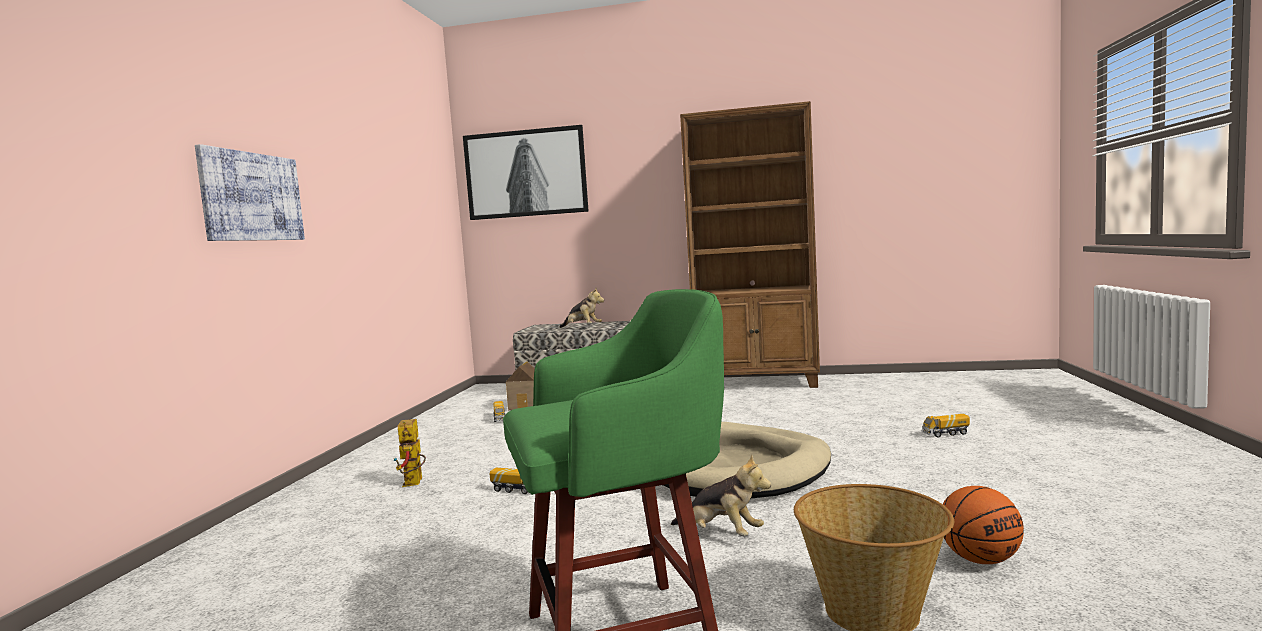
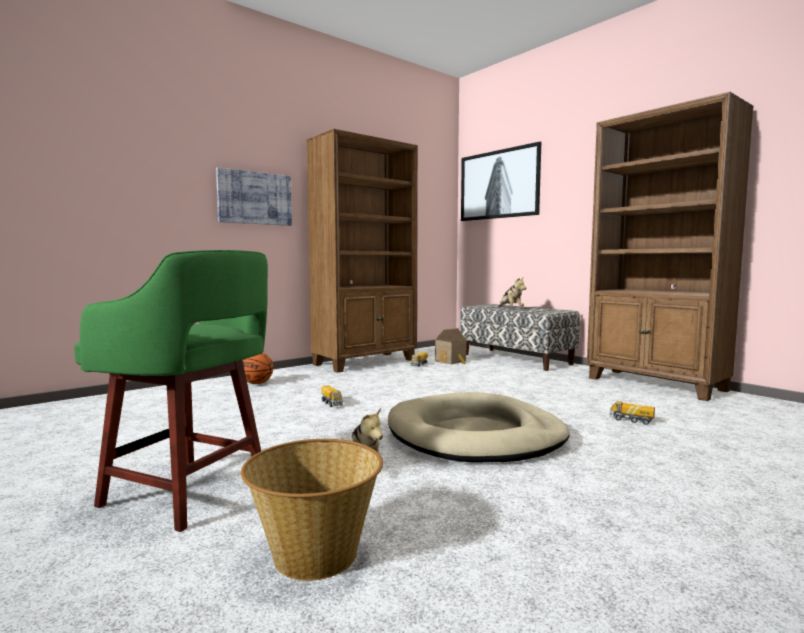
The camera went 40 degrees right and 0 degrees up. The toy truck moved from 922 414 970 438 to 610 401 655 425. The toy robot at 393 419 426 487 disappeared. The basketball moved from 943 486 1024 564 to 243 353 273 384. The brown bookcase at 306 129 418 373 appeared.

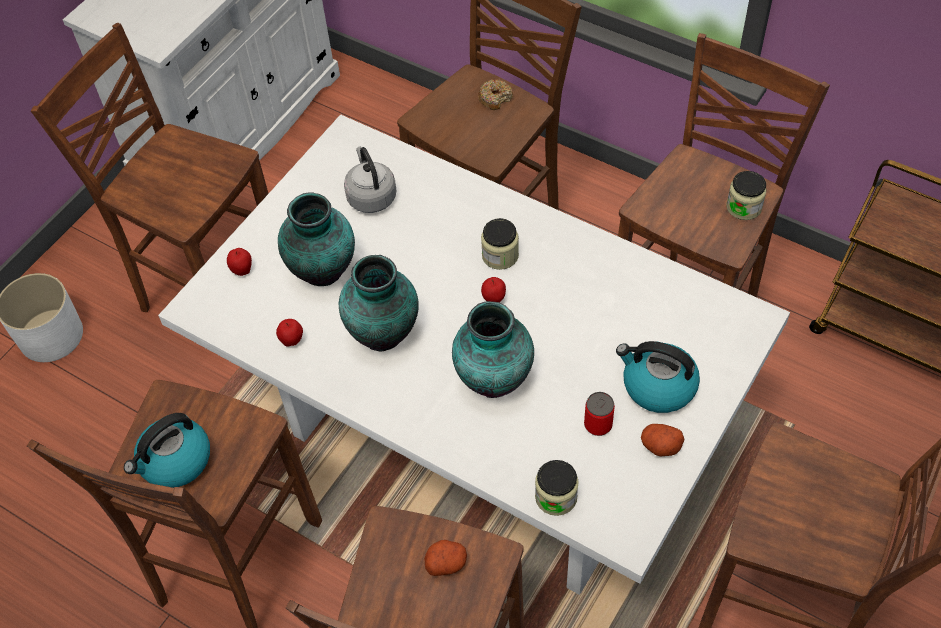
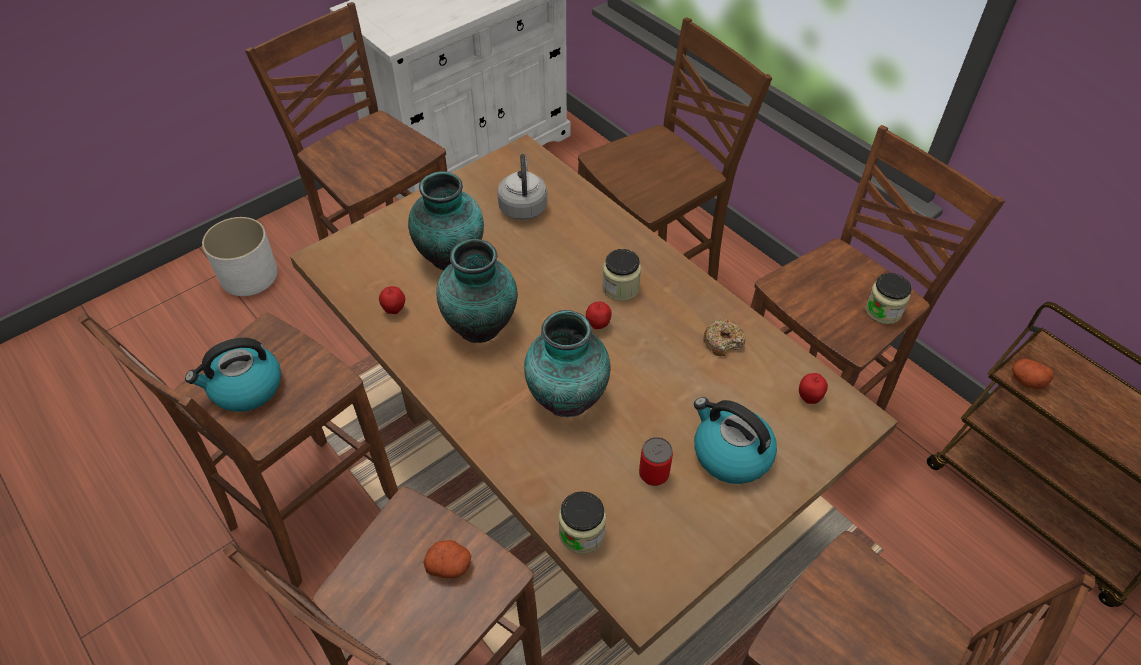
The camera went 15 degrees right and 5 degrees down. The donut moved from 478 80 513 110 to 703 319 745 356. The white dining table at 158 115 790 595 became the brown dining table at 290 134 898 655. The apple moved from 227 248 252 276 to 799 373 828 404. The potato moved from 641 424 685 456 to 1012 359 1054 389.

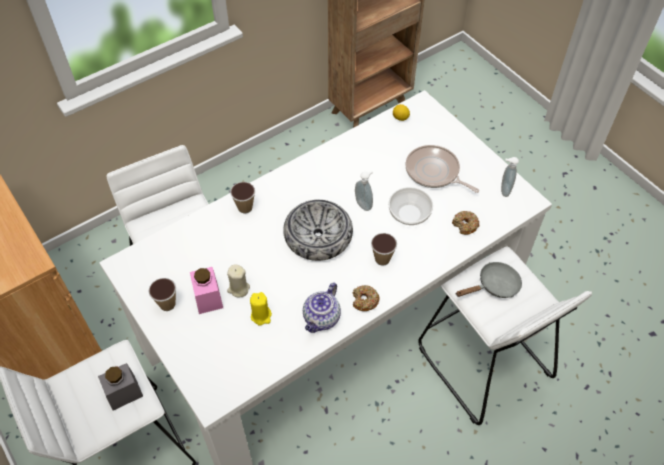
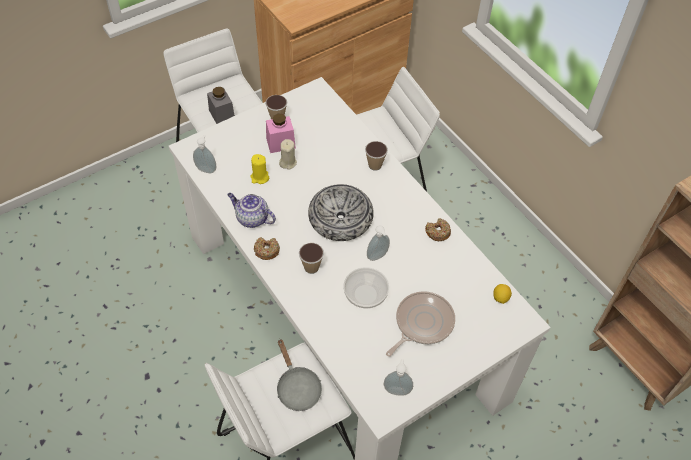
The camera went 90 degrees right and 0 degrees up. The donut moved from 452 211 479 235 to 425 218 451 241. The soap dispenser at 193 135 217 173 appeared.

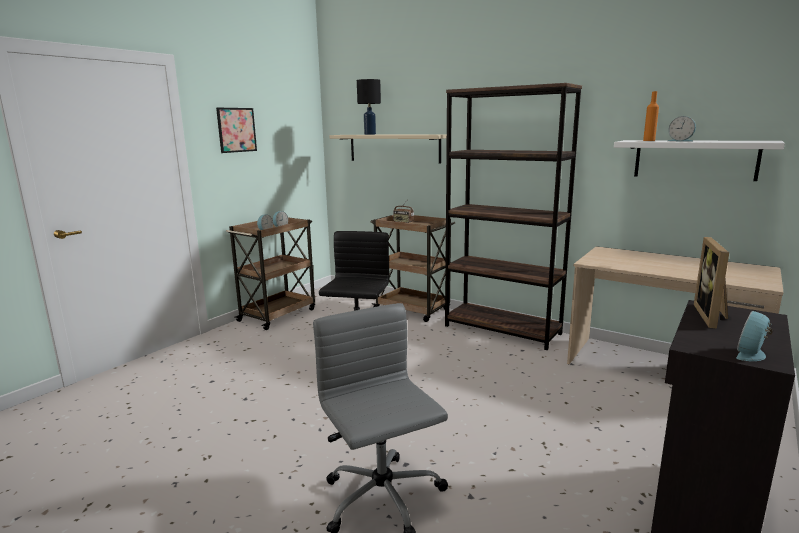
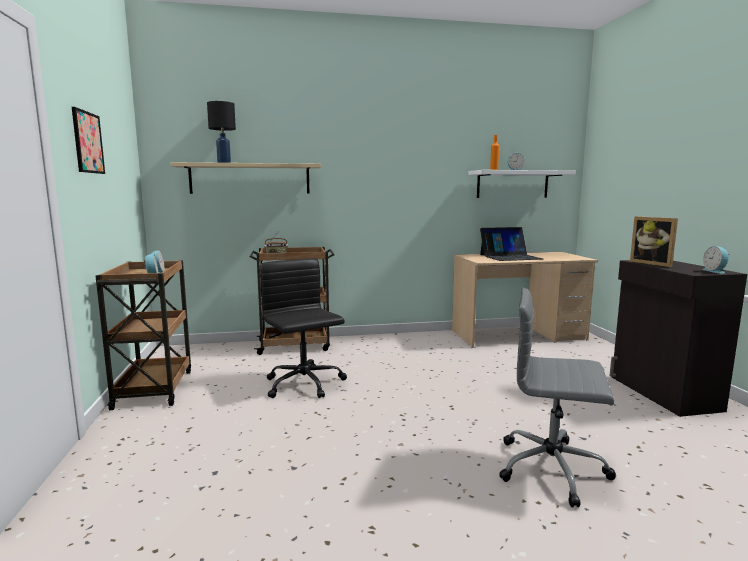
The camera went 45 degrees left and 5 degrees down. The brown bookcase at 445 83 582 350 disappeared. The laptop at 480 227 543 261 appeared.

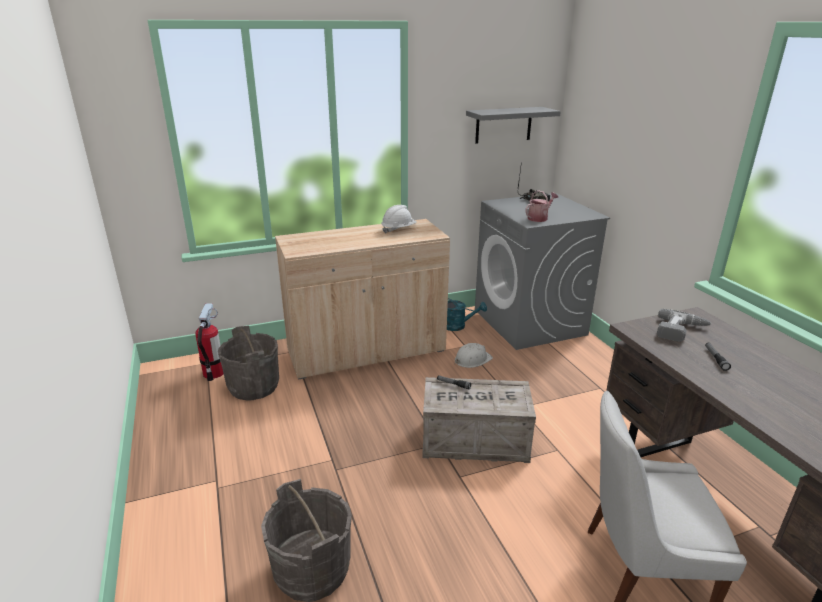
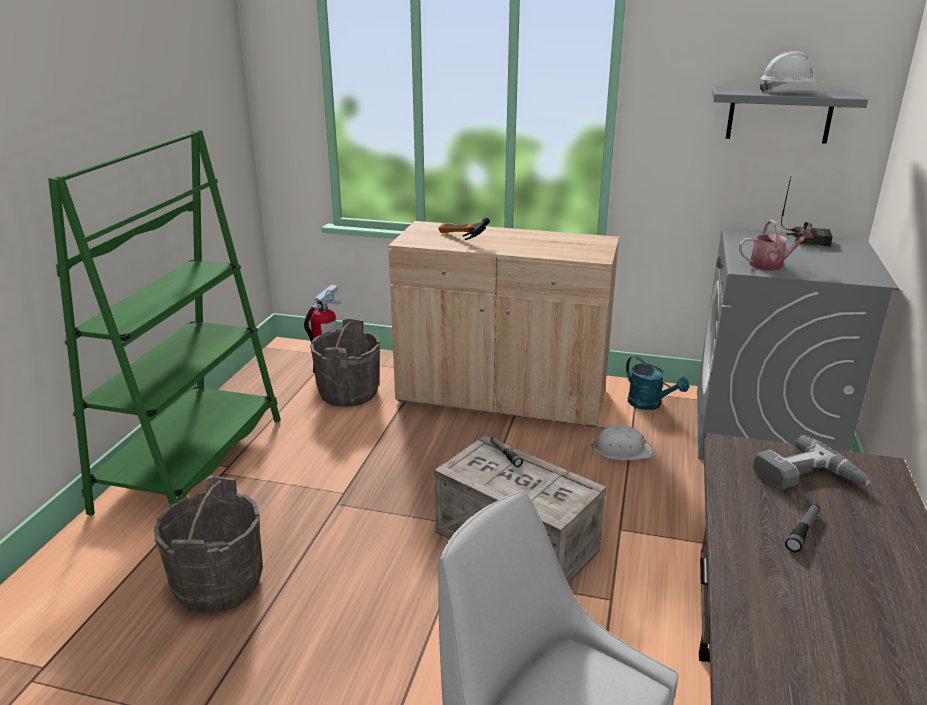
The camera went 35 degrees right and 0 degrees up. The white hard hat moved from 381 205 417 234 to 760 51 819 92. The green bookcase at 48 130 281 516 appeared. The hammer at 438 217 490 240 appeared.

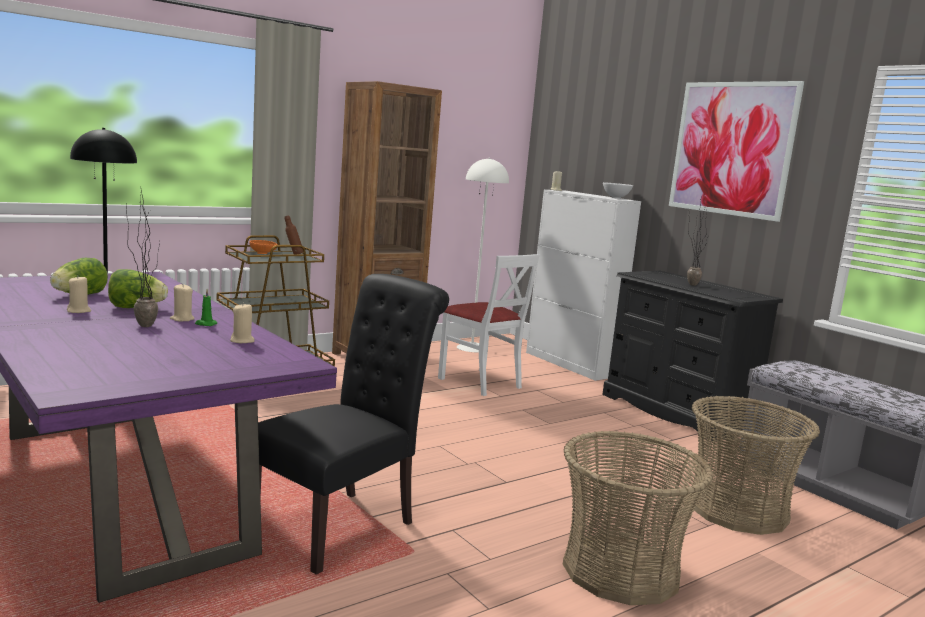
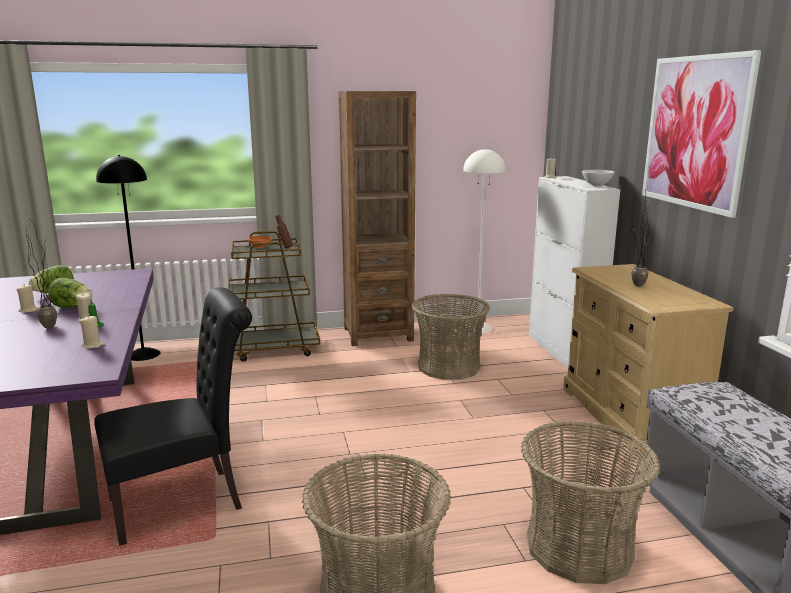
The camera went 25 degrees right and 5 degrees up. The white chair at 438 254 540 396 was replaced by the basket at 411 294 490 380. The black dresser at 602 271 783 441 became the beige dresser at 563 264 734 459.

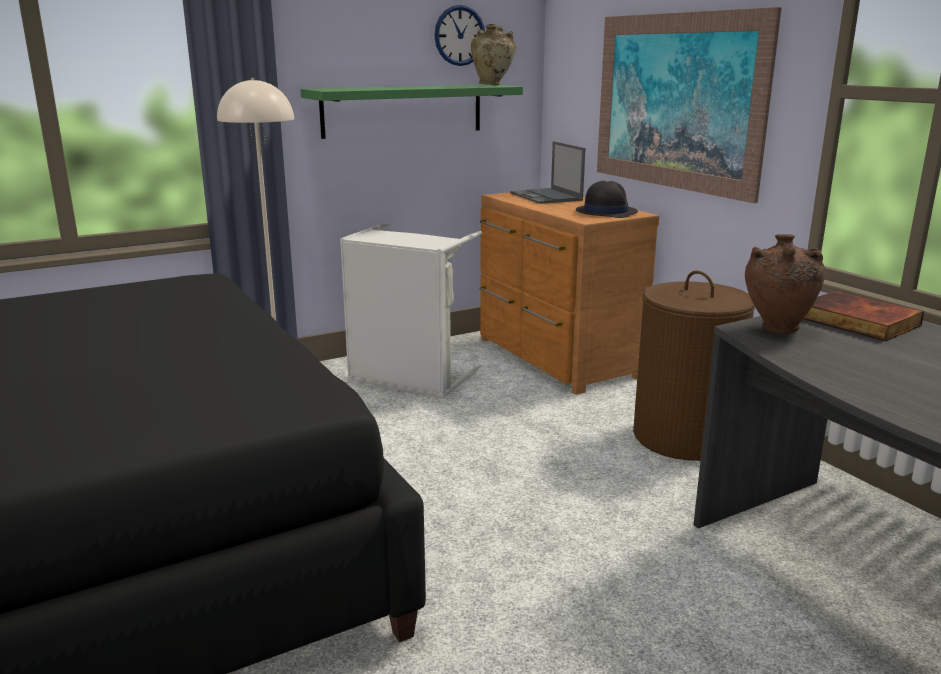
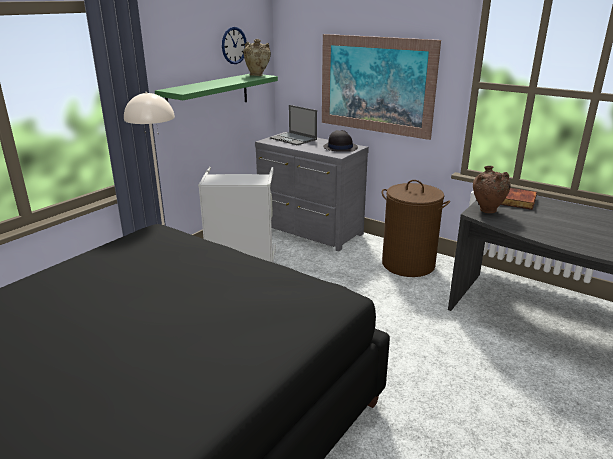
The camera went 25 degrees left and 5 degrees up. The brown dresser at 480 192 659 395 became the grey dresser at 255 132 369 251.

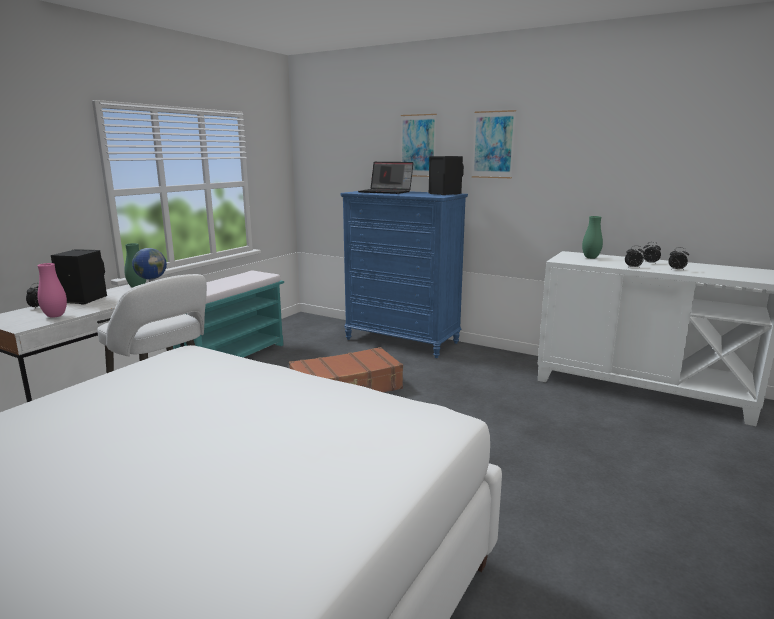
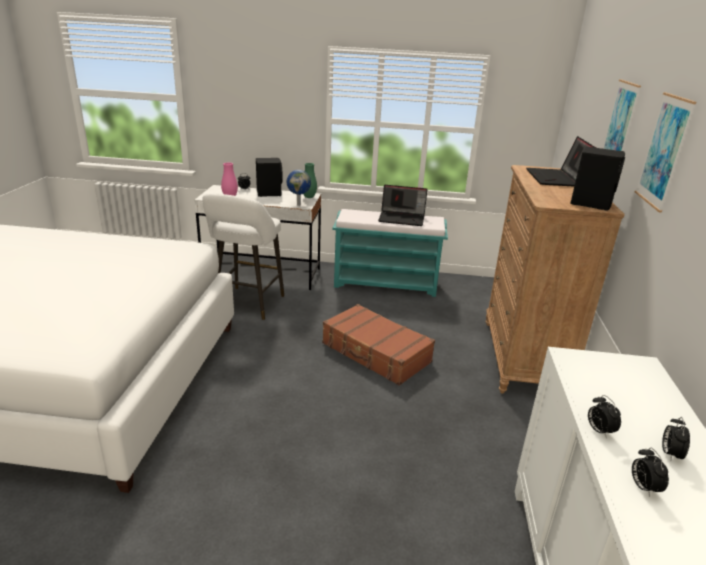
The camera went 65 degrees right and 10 degrees up. The blue dresser at 340 191 468 358 became the brown dresser at 485 165 625 393. The green vase at 582 216 603 259 disappeared. The laptop at 378 185 427 226 appeared.

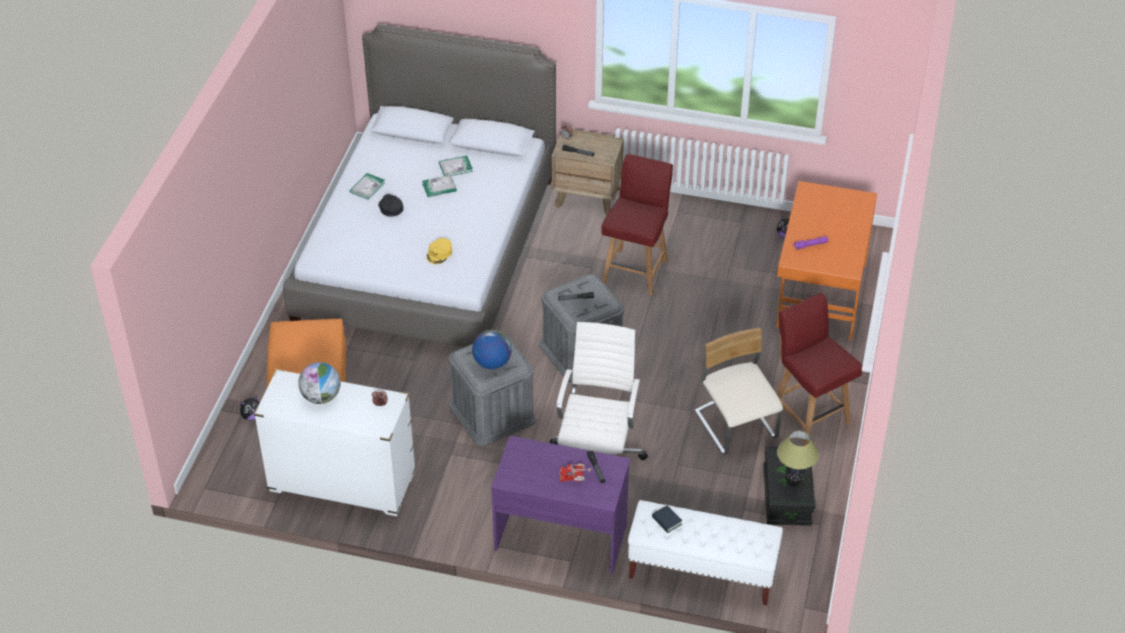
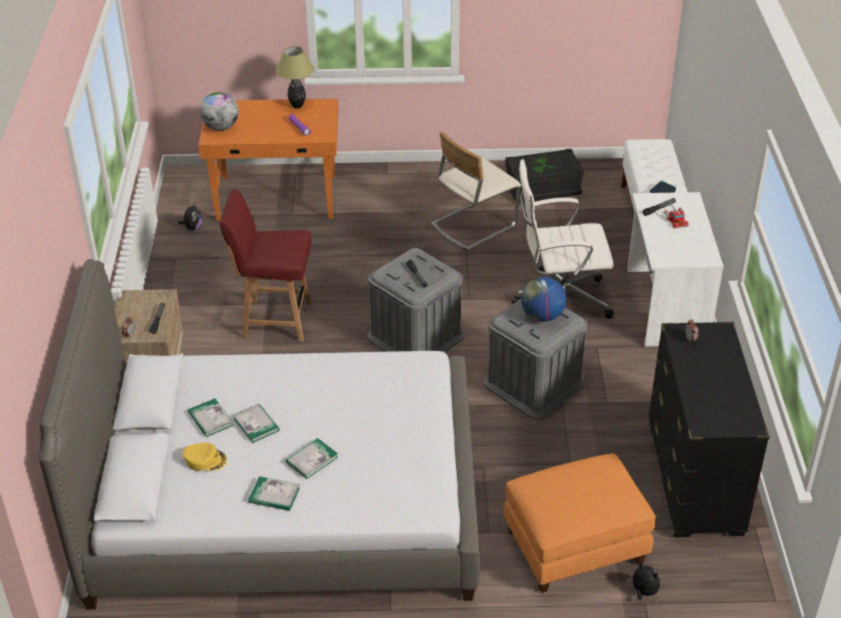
The camera went 105 degrees left and 5 degrees down. The black cap at 378 194 403 217 was replaced by the book at 286 438 338 479. The yellow cap moved from 426 238 452 264 to 182 443 227 471. The red chair at 777 293 862 445 disappeared. The globe moved from 298 362 340 404 to 200 92 239 131. The white dresser at 254 369 416 516 became the black dresser at 648 322 770 537. The table lamp moved from 777 431 819 487 to 275 46 314 109. The purple desk at 491 436 630 574 became the white desk at 627 192 724 347.

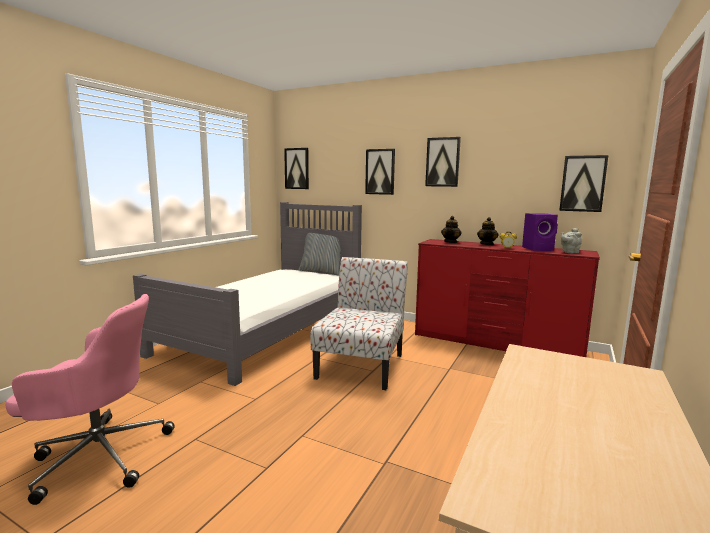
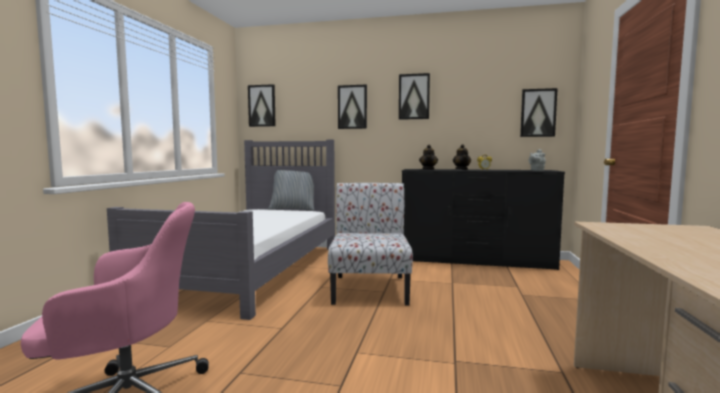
The camera went 15 degrees left and 5 degrees down. The purple speaker at 522 213 558 251 disappeared. The red dresser at 415 239 600 357 became the black dresser at 402 169 565 270.

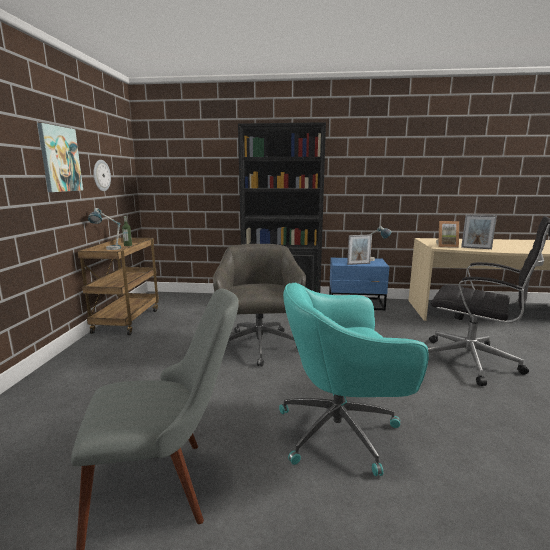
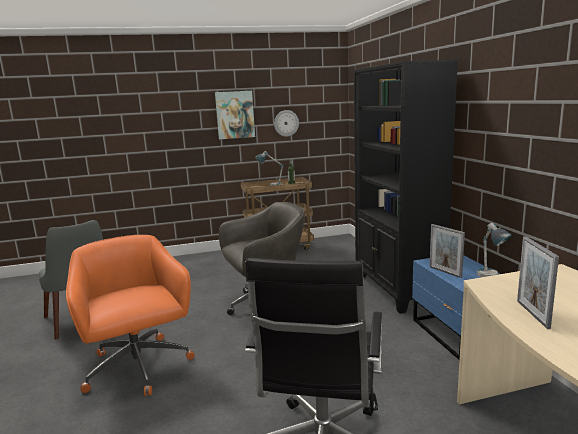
The camera went 70 degrees right and 0 degrees up. The picture frame at 436 221 459 248 disappeared. The turquoise office chair at 279 283 429 476 became the orange office chair at 66 235 195 396.

